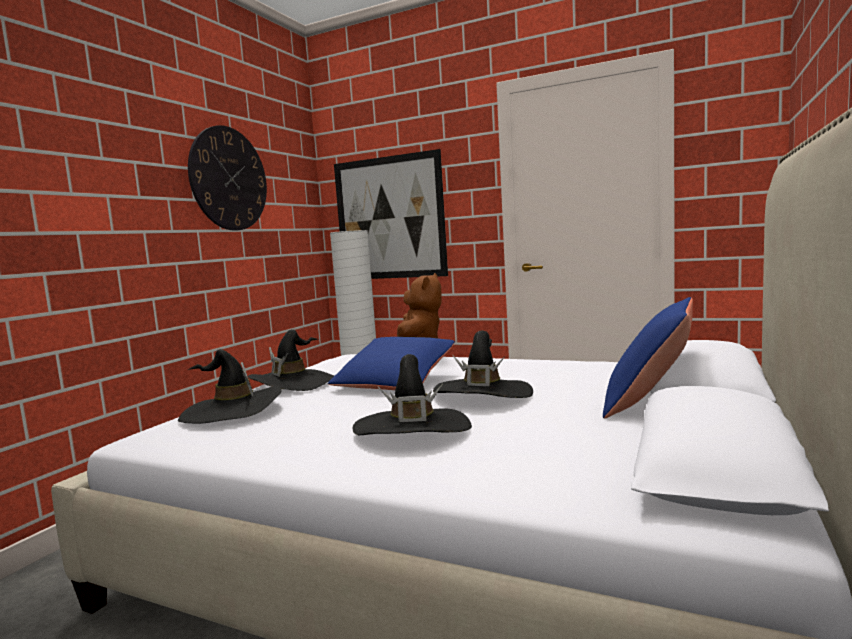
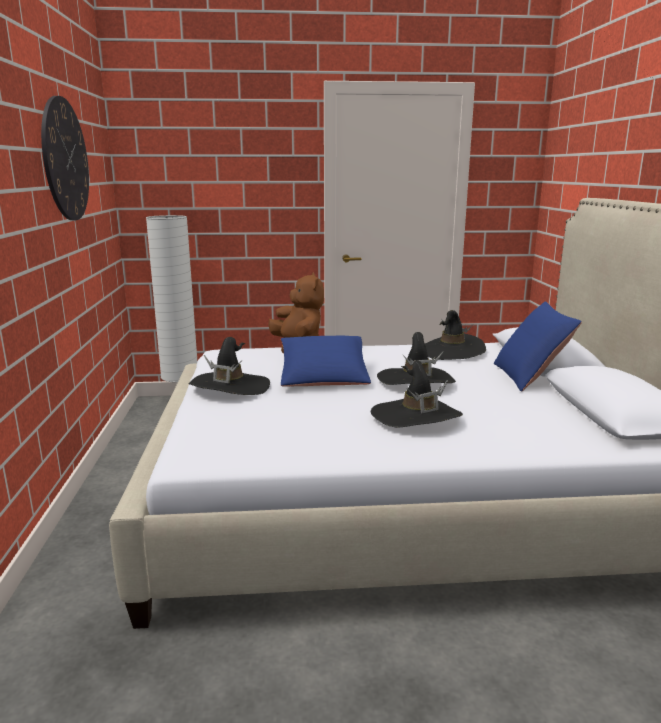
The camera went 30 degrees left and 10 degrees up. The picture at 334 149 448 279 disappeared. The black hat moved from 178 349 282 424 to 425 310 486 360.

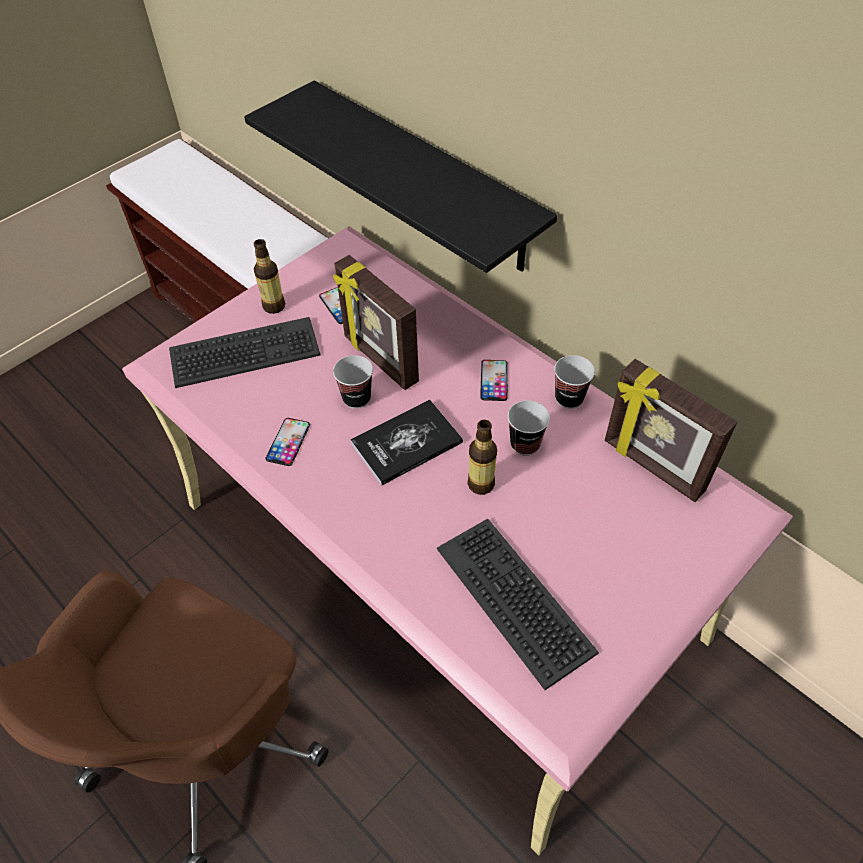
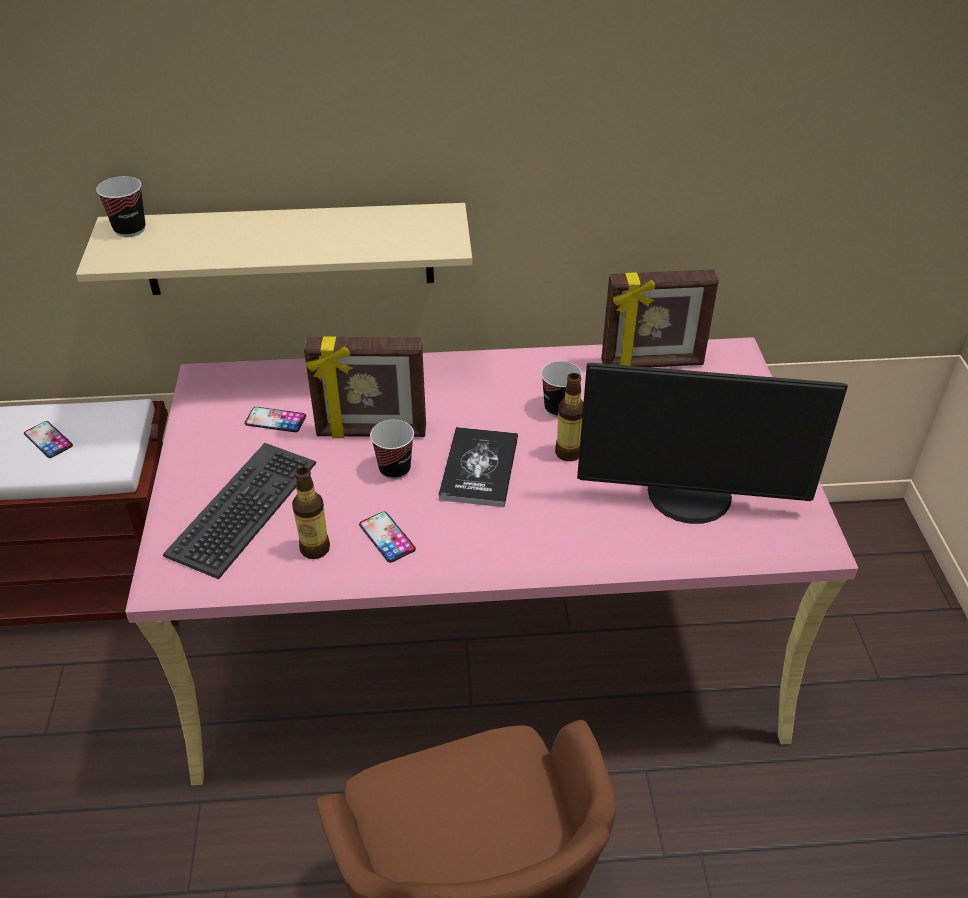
The camera went 50 degrees left and 10 degrees down. The black shelf at 244 80 557 273 became the beige shelf at 76 203 472 295. The bottle moved from 254 239 285 314 to 292 467 330 559. The cup moved from 554 355 595 409 to 96 176 146 237. The phone moved from 480 360 508 401 to 24 421 73 458. The keyboard at 437 519 599 690 was replaced by the monitor at 577 363 848 524.

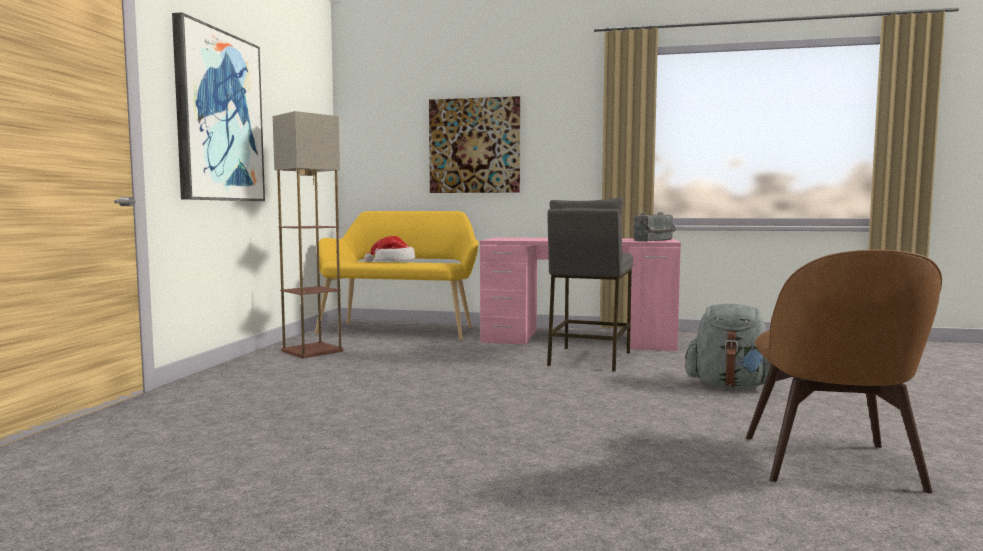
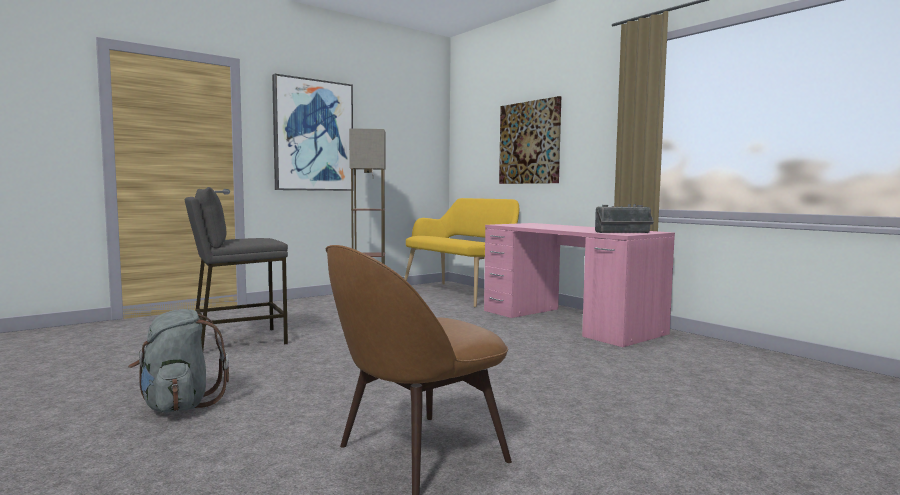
The camera went 40 degrees right and 0 degrees up. The grey stool moved from 547 198 633 372 to 185 187 288 350. The hat at 364 236 415 262 disappeared. The grey backpack moved from 685 304 771 389 to 128 309 229 413.

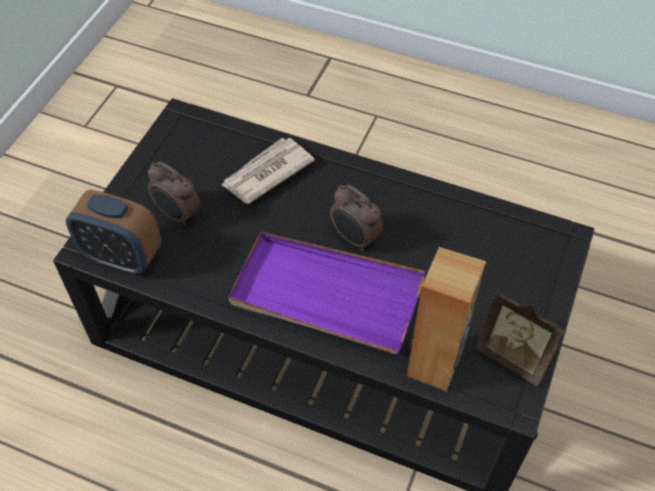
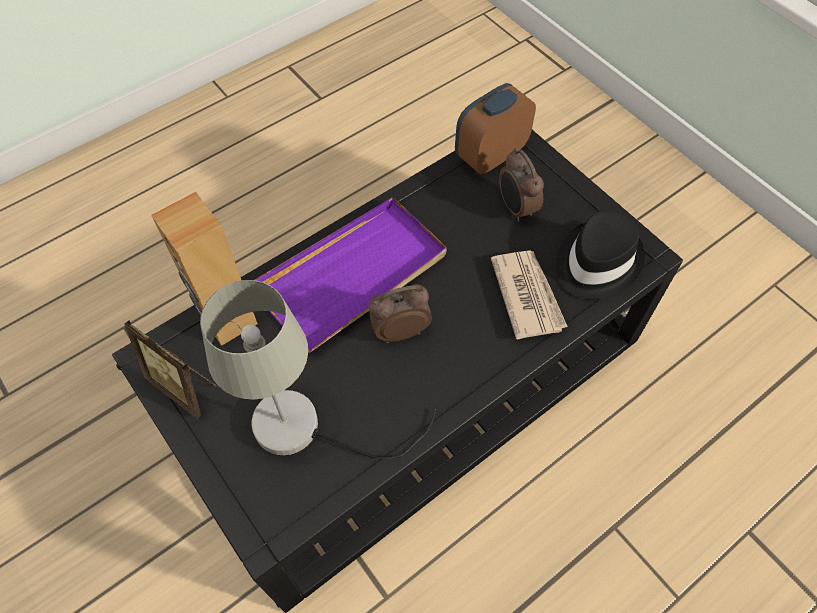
The camera went 120 degrees right and 5 degrees up. The alarm clock at 148 161 201 226 turned 90 degrees counterclockwise. The picture frame at 475 290 567 386 turned 120 degrees counterclockwise. The black hat at 556 211 645 299 appeared. The grey table lamp at 200 280 436 459 appeared.

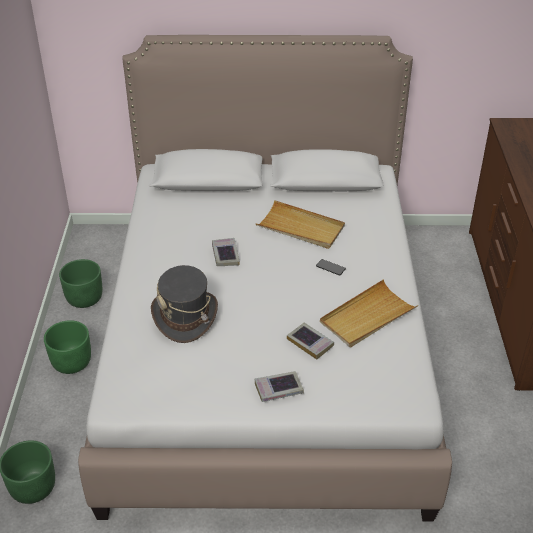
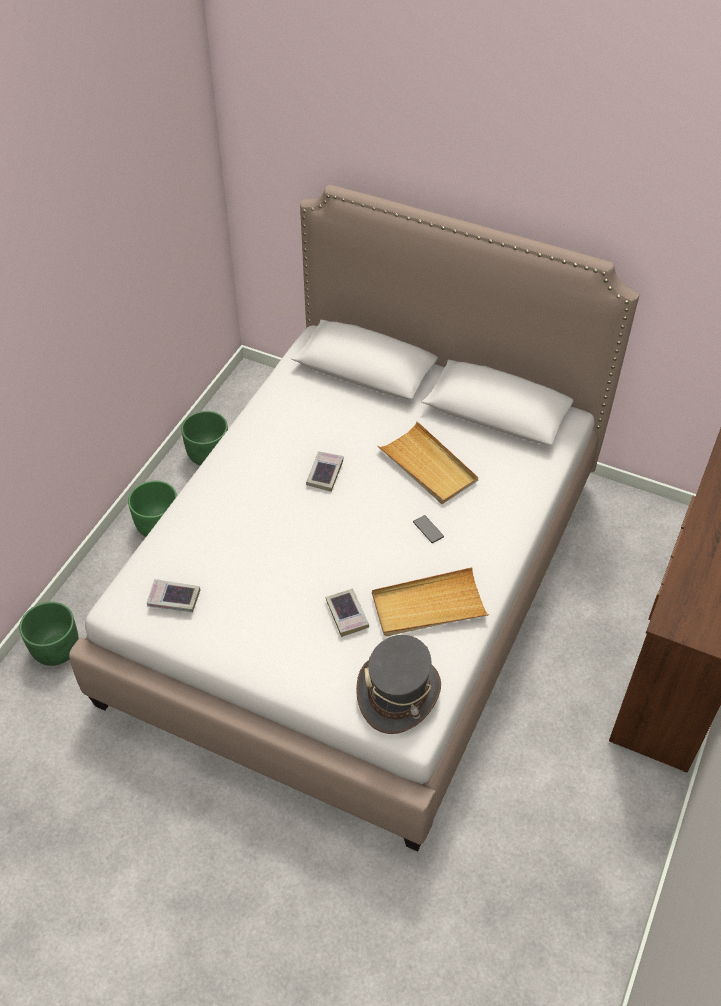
The camera went 25 degrees right and 10 degrees up. The grey hat moved from 151 265 218 343 to 356 635 441 734. The book moved from 254 371 304 402 to 147 579 200 612.

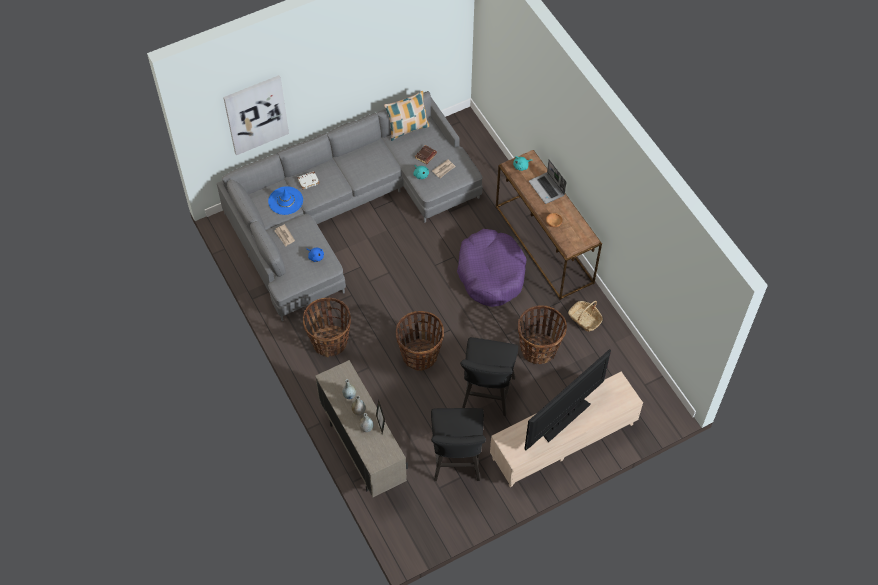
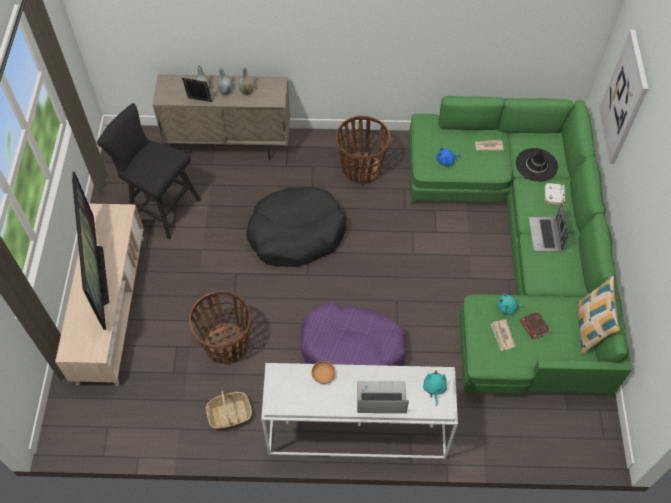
The camera went 120 degrees right and 0 degrees up. The grey sofa at 217 91 483 321 became the green sofa at 409 96 632 398. The brown console table at 496 150 602 300 became the white console table at 261 363 458 459. The blue hat at 268 186 303 215 became the black hat at 516 148 558 182. The basket at 396 311 444 371 was replaced by the black dog bed at 246 187 346 267. The black stool at 460 337 518 416 disappeared. The laptop at 529 202 569 252 appeared.

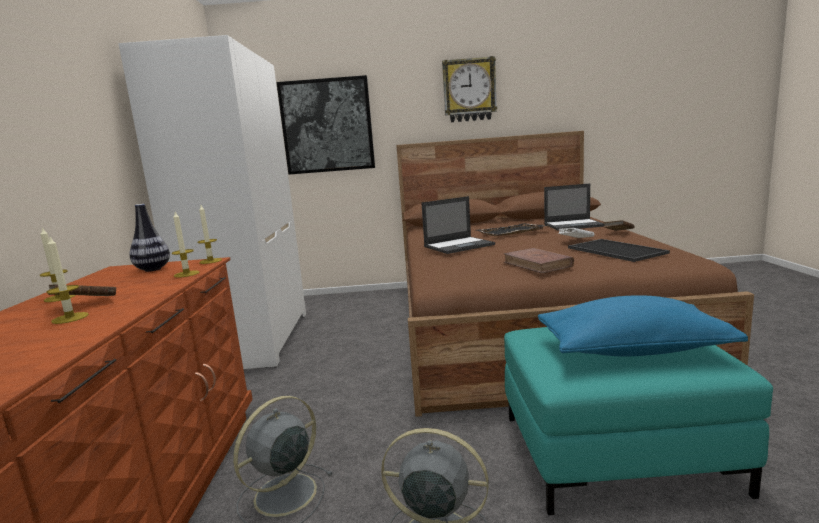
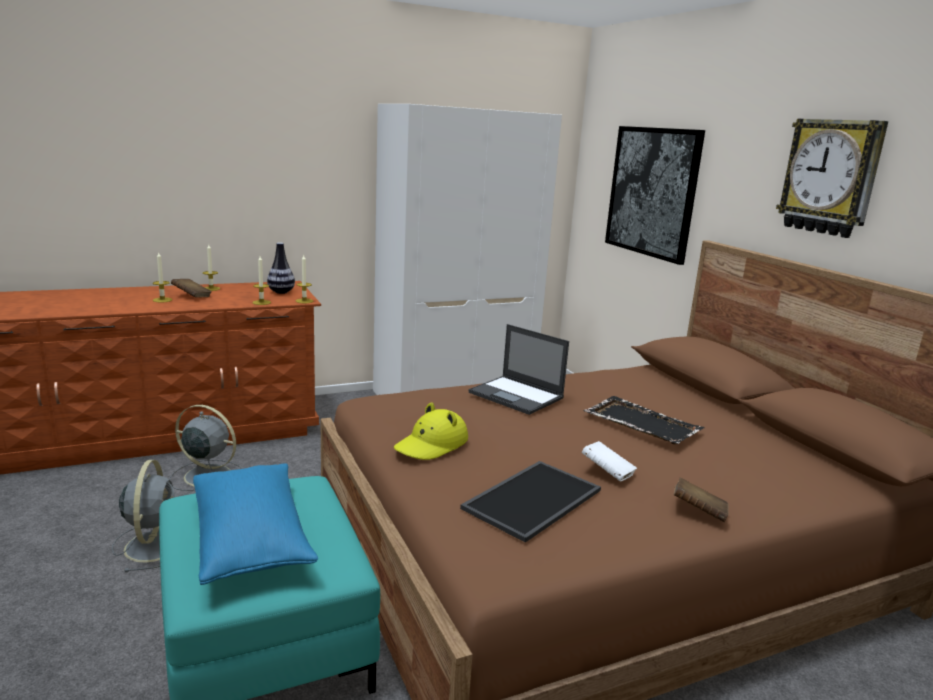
The camera went 65 degrees right and 5 degrees up. The laptop at 544 183 605 230 disappeared. The brown book at 504 248 574 273 was replaced by the yellow hat at 394 402 468 460.

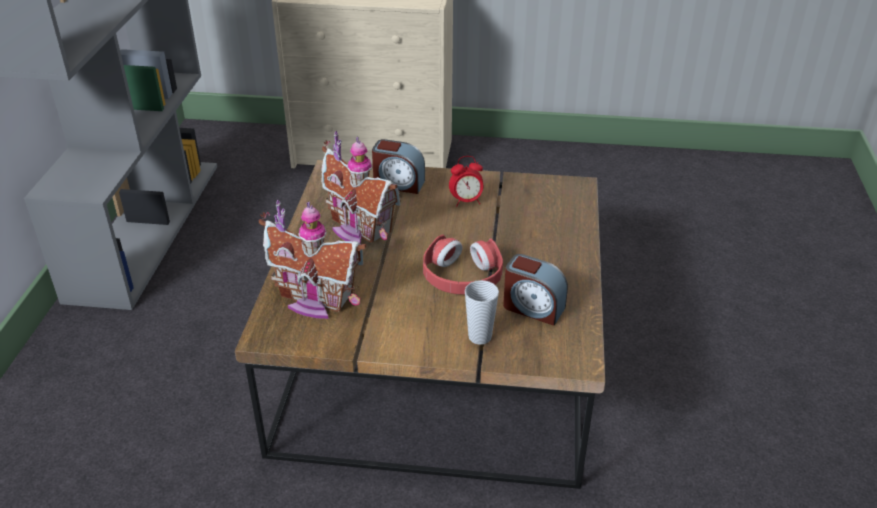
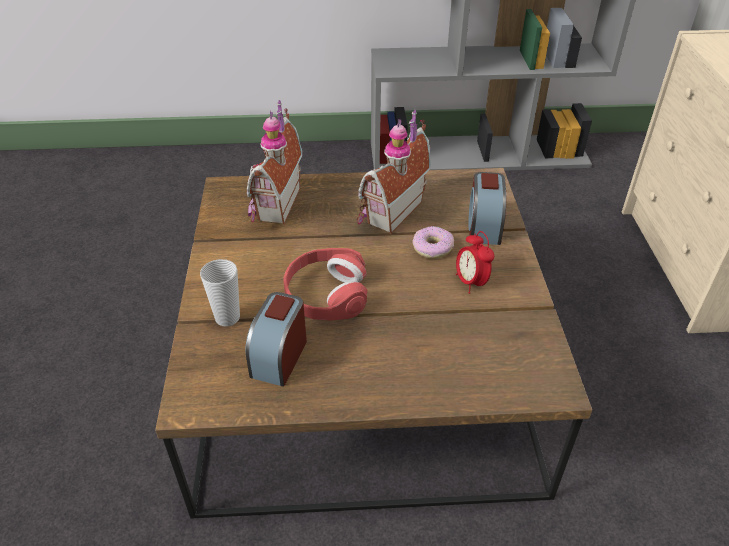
The camera went 80 degrees right and 5 degrees up. The donut at 412 226 454 259 appeared.

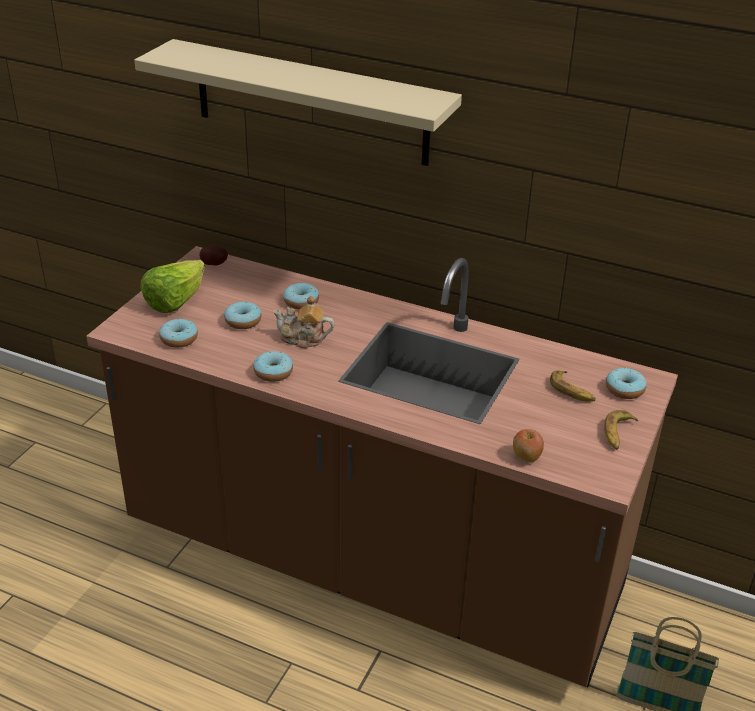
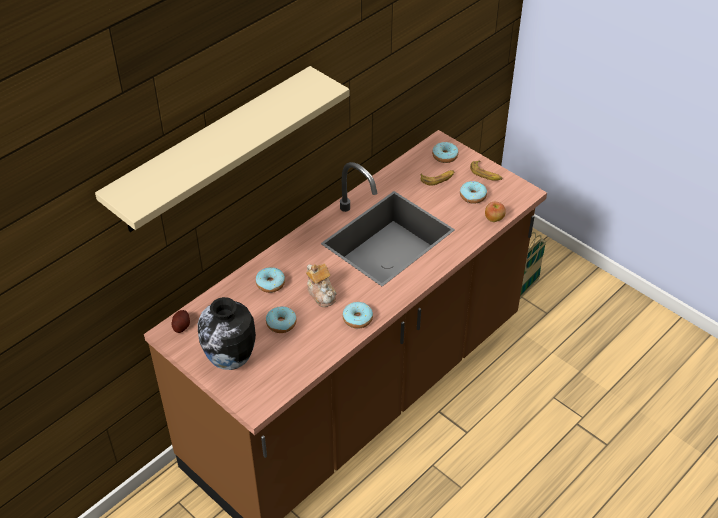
The camera went 70 degrees left and 10 degrees up. The lettuce at 140 260 205 313 was replaced by the vase at 198 297 256 370. The teapot at 273 296 335 349 turned 60 degrees counterclockwise. The donut moved from 159 318 198 348 to 460 181 487 204.

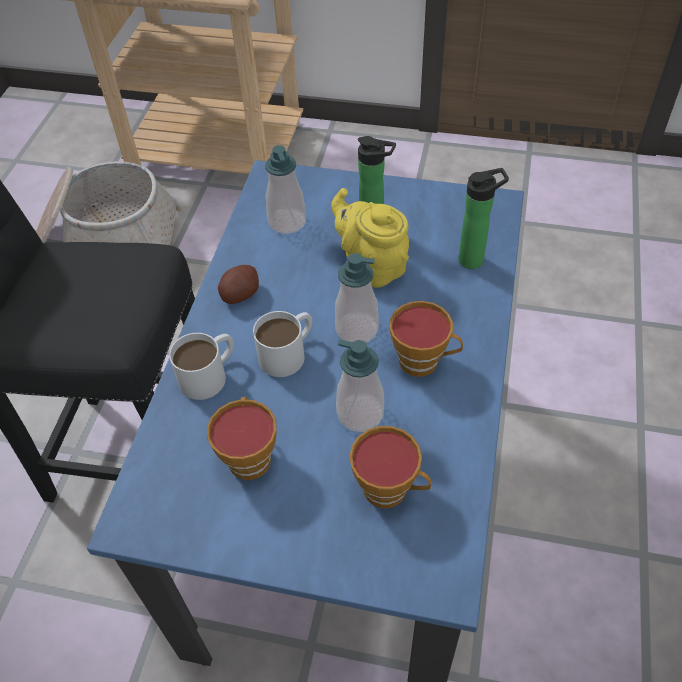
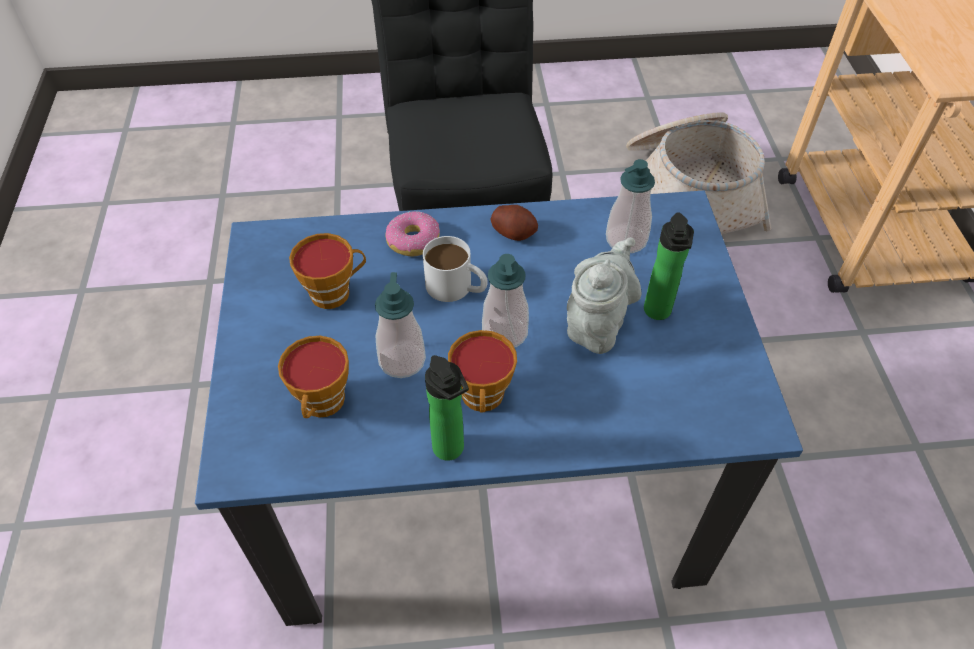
The camera went 70 degrees right and 0 degrees up. The bottle moved from 458 168 509 269 to 425 355 469 461. The yellow teapot at 331 188 409 288 became the grey teapot at 567 237 642 354. The white mug at 169 333 234 400 was replaced by the donut at 385 211 440 256.

